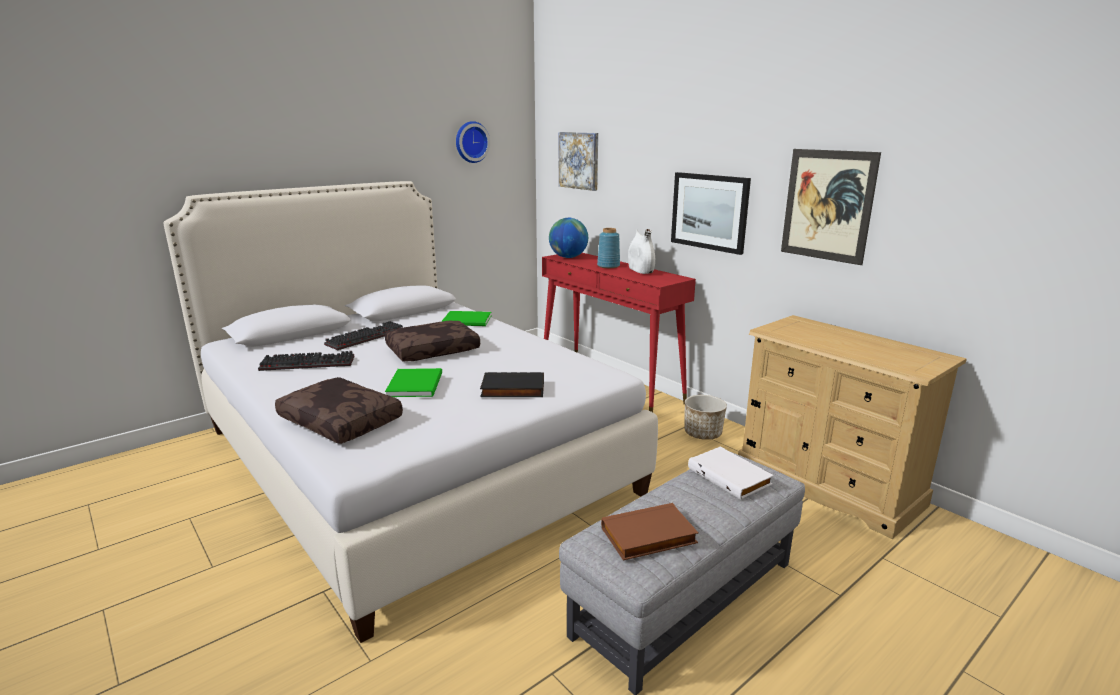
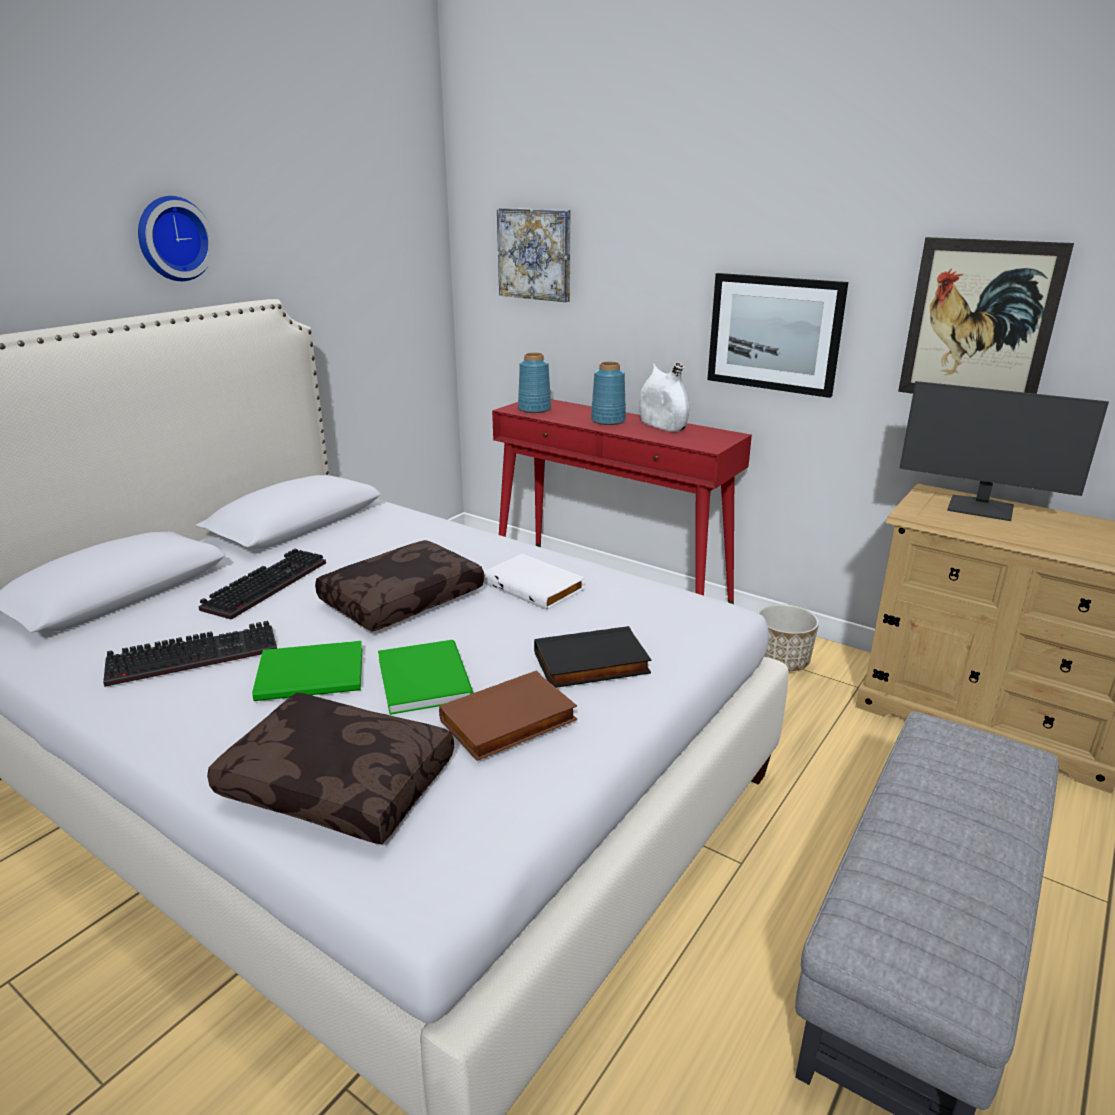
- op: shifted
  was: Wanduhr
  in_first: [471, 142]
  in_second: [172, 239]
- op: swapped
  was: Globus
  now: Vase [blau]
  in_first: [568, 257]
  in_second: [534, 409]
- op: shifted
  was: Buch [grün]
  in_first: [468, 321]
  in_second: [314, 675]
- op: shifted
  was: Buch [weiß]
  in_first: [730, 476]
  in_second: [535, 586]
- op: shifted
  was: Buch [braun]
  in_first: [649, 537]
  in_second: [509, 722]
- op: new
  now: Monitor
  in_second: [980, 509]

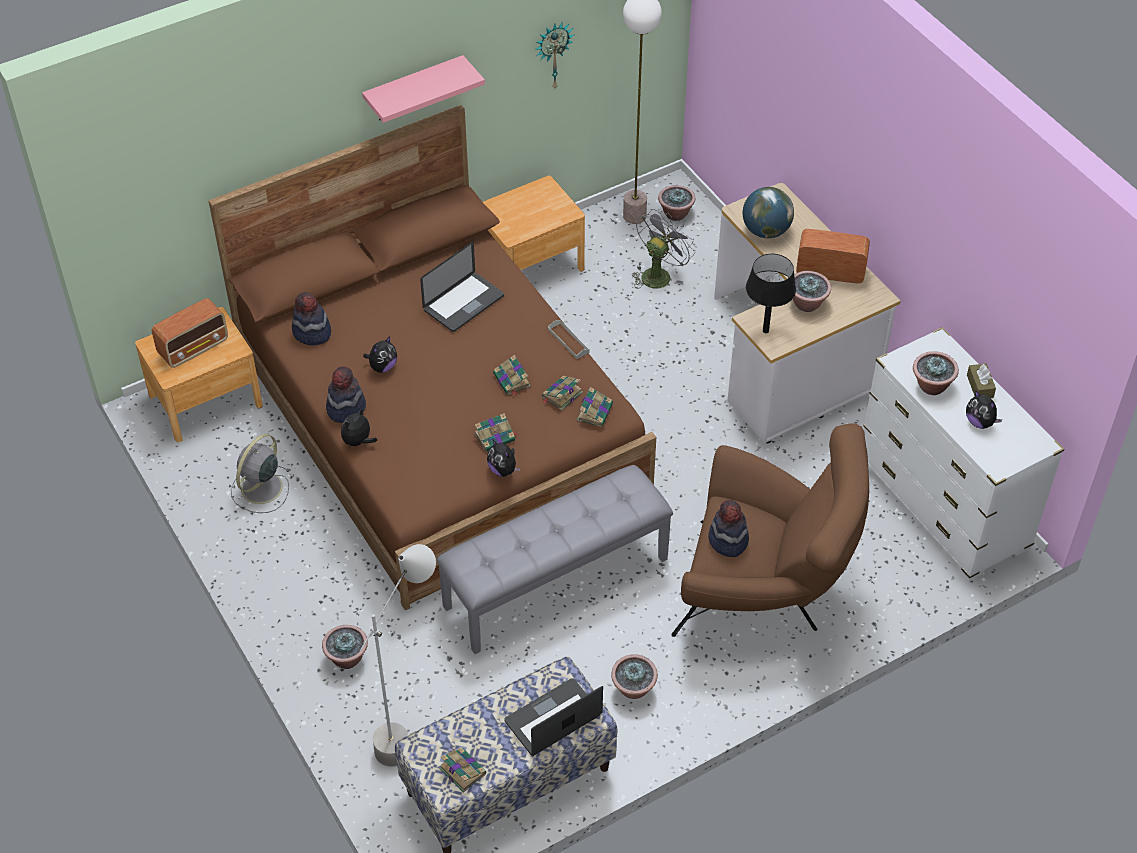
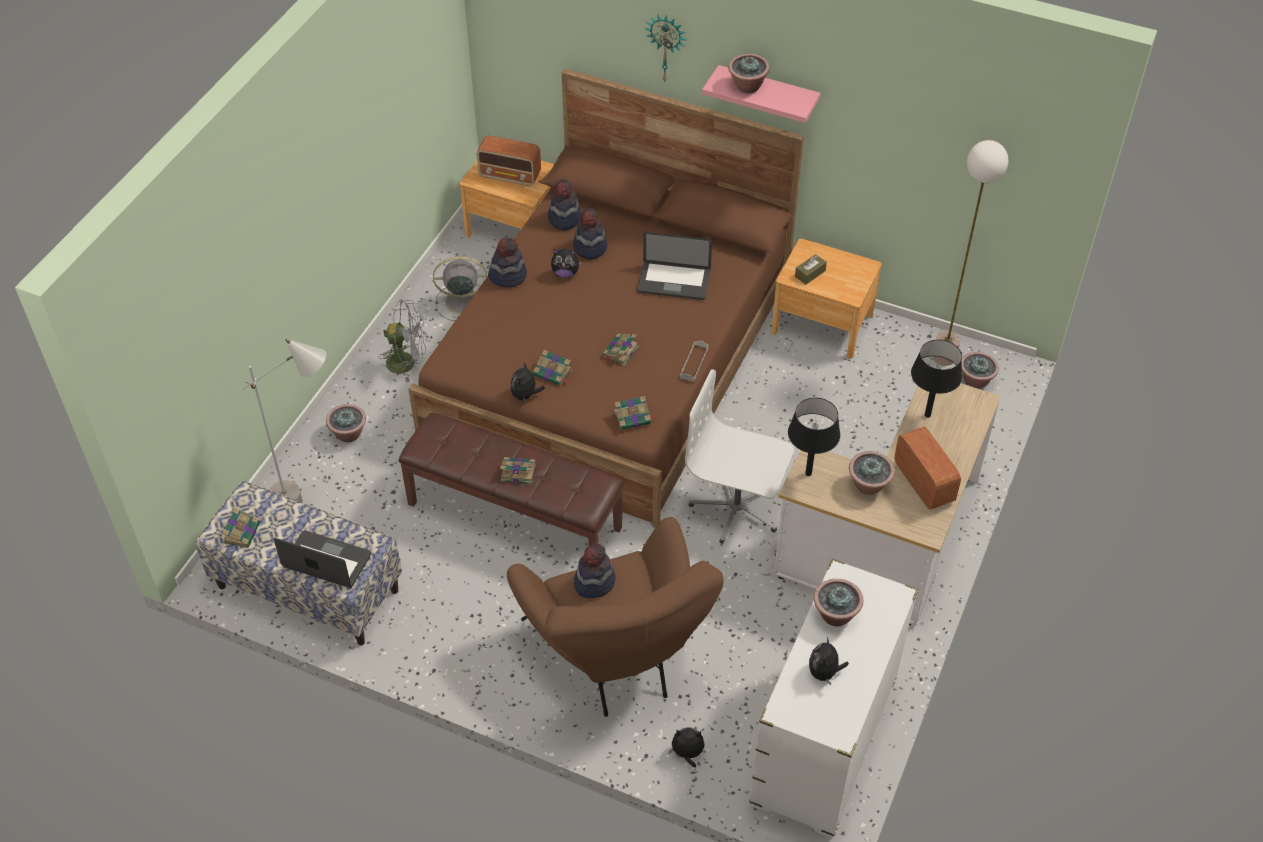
- op: shifted
  was: Wanduhr
  in_first: [553, 55]
  in_second: [666, 47]
- op: swapped
  was: Globus
  now: Tischlampe [schwarz]
  in_first: [765, 231]
  in_second: [927, 415]
- op: shifted
  was: Ventilator [grau]
  in_first: [658, 274]
  in_second: [407, 362]
- op: shifted
  was: Taschentuchbox [braun]
  in_first: [980, 386]
  in_second: [810, 273]
- op: shifted
  was: Buch
  in_first: [561, 395]
  in_second: [517, 472]
- op: shifted
  was: Plüschtier
  in_first: [358, 442]
  in_second: [687, 754]
- op: repainted
  was: Bank [grau]
  now: Bank [braun]
  in_first: [555, 581]
  in_second: [515, 515]
- op: shifted
  was: Topfpflanze
  in_first: [633, 689]
  in_second: [747, 87]
- op: new
  now: Hut
  in_second: [590, 247]
- op: new
  now: Bürostuhl [weiß]
  in_second: [736, 508]

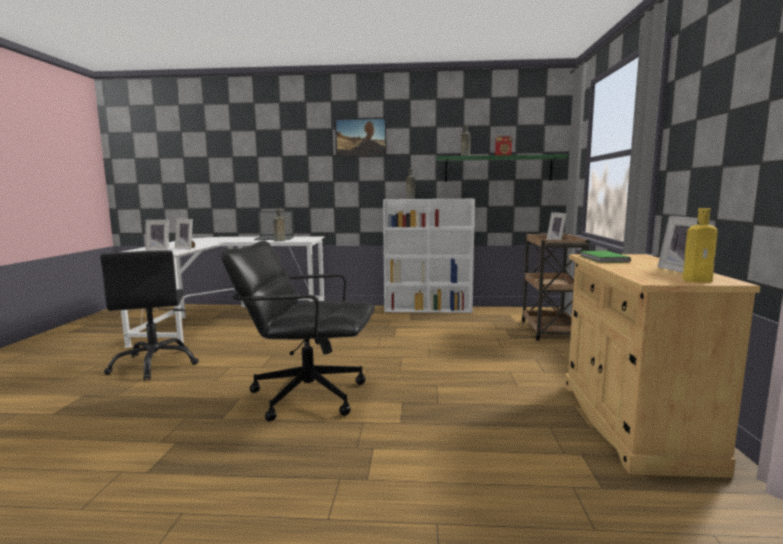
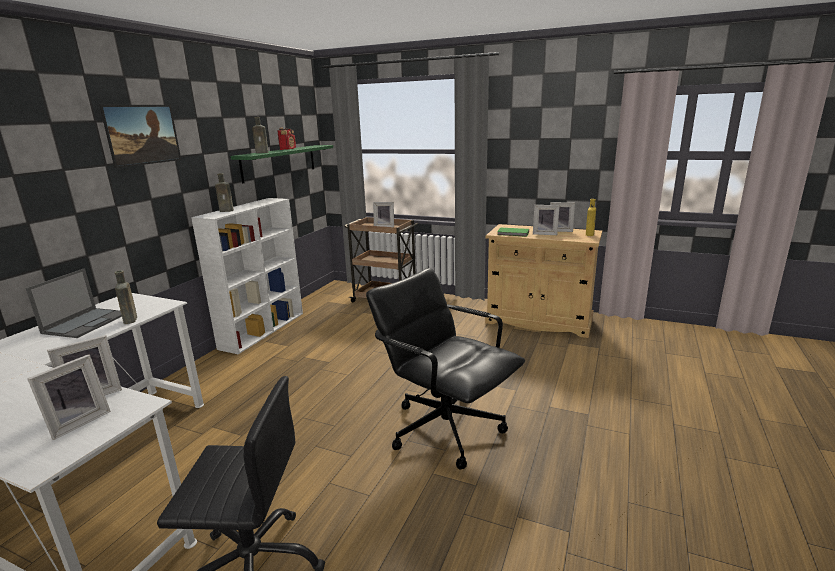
- op: rotated
  was: Bürostuhl [schwarz]
  in_first: [307, 394]
  in_second: [445, 428]
  clockwise: 105
- op: new
  now: Bilderrahmen
  in_second: [545, 233]

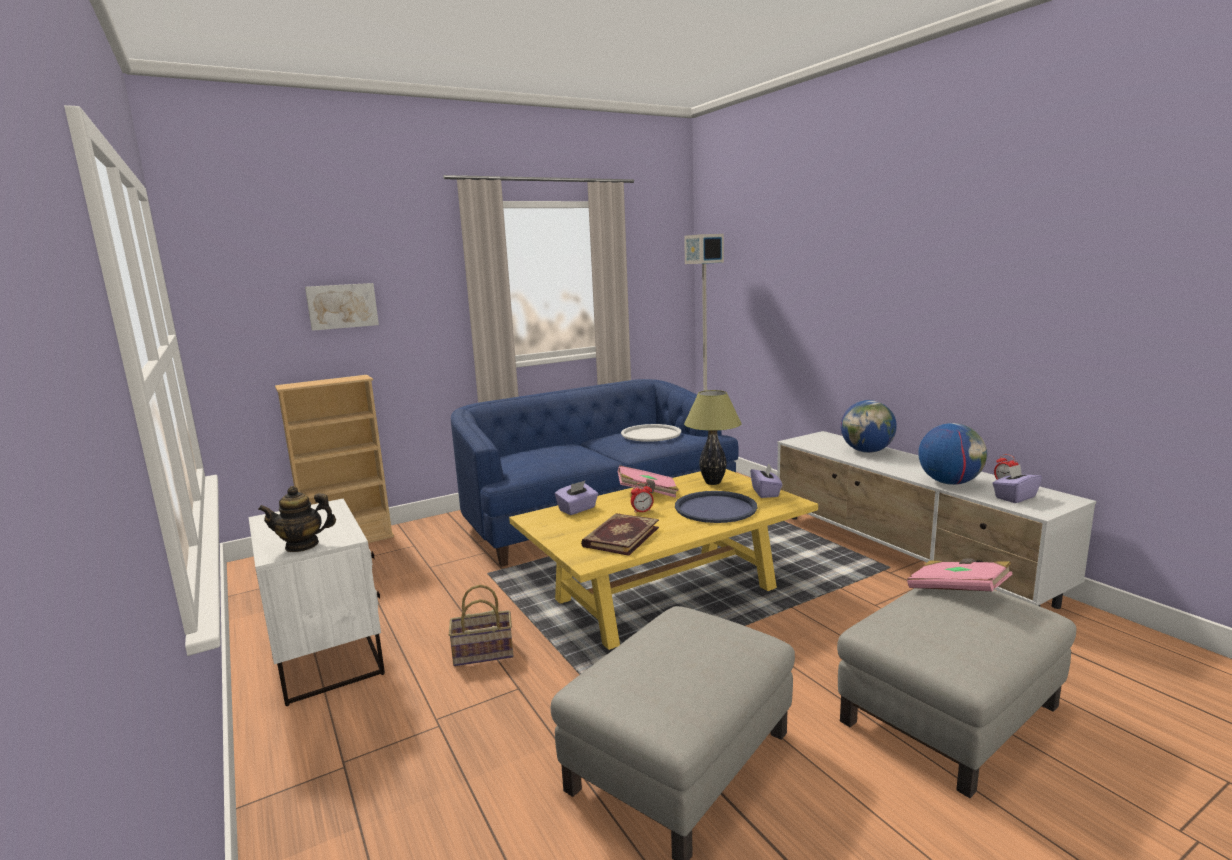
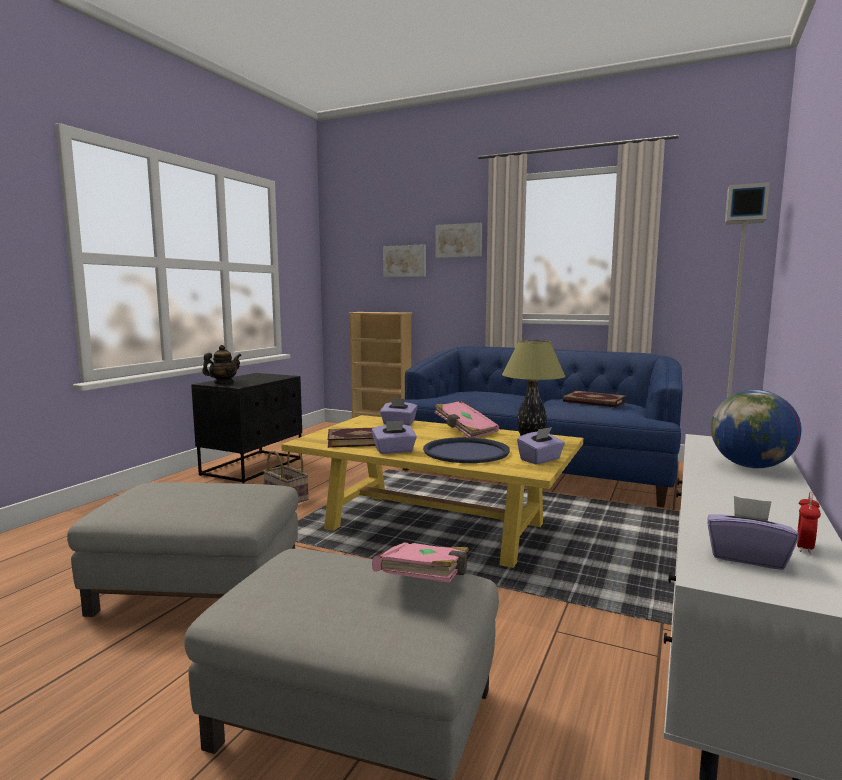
- op: gone
  was: Globus
  in_first: [949, 482]
- op: swapped
  was: Tablett [weiß]
  now: Buch
  in_first: [651, 434]
  in_second: [594, 402]
- op: gone
  was: Wecker
  in_first: [642, 511]
- op: rotated
  was: Teekanne
  in_first: [302, 545]
  in_second: [223, 383]
  clockwise: 90
- op: repainted
  was: Nachttisch [weiß]
  now: Nachttisch [schwarz]
  in_first: [328, 654]
  in_second: [254, 467]
- op: new
  now: Bild
  in_second: [459, 240]
- op: new
  now: Taschentuchbox [lila]
  in_second: [394, 451]

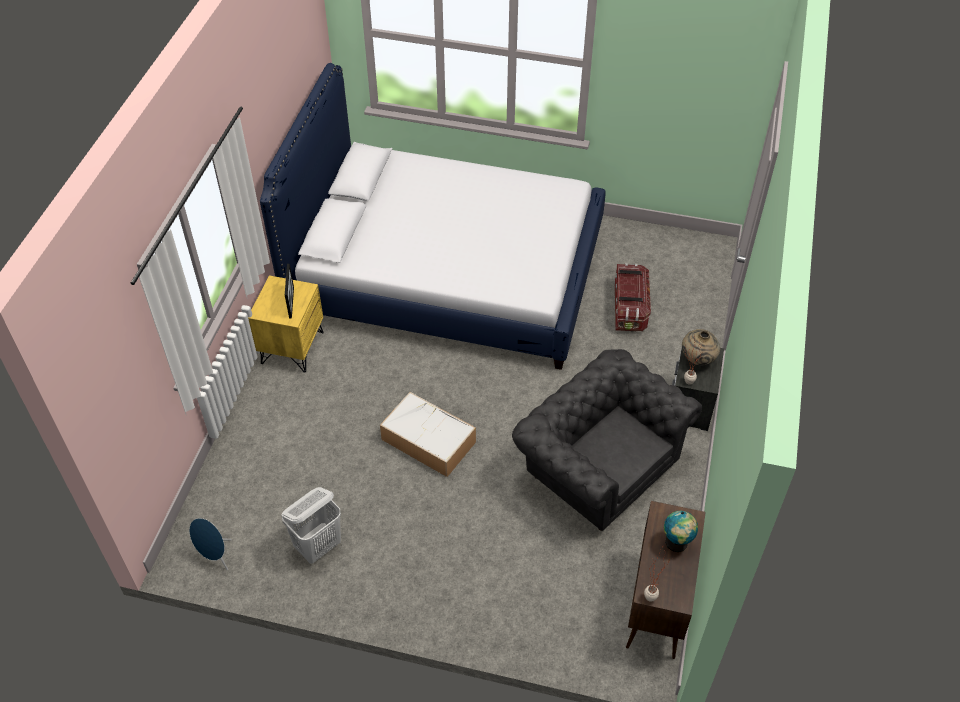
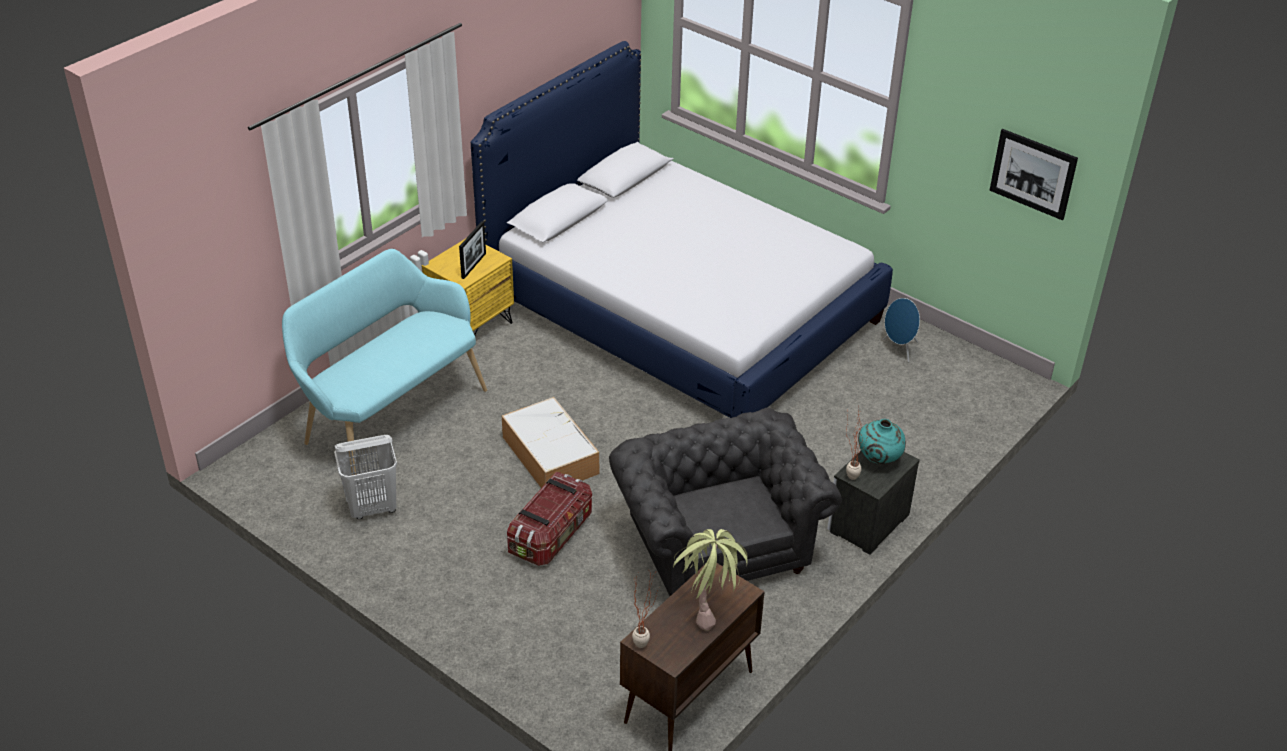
- op: shifted
  was: Aufbewahrungsbox
  in_first: [629, 308]
  in_second: [552, 534]
- op: repainted
  was: Vase [beige]
  now: Vase [türkis]
  in_first: [697, 360]
  in_second: [879, 460]
- op: swapped
  was: Globus
  now: Topfpflanze
  in_first: [676, 544]
  in_second: [708, 608]
- op: shifted
  was: Lautsprecher [blau]
  in_first: [215, 556]
  in_second: [899, 349]
- op: new
  now: Bild
  in_second: [1033, 174]
- op: new
  now: Bank [türkis]
  in_second: [389, 415]

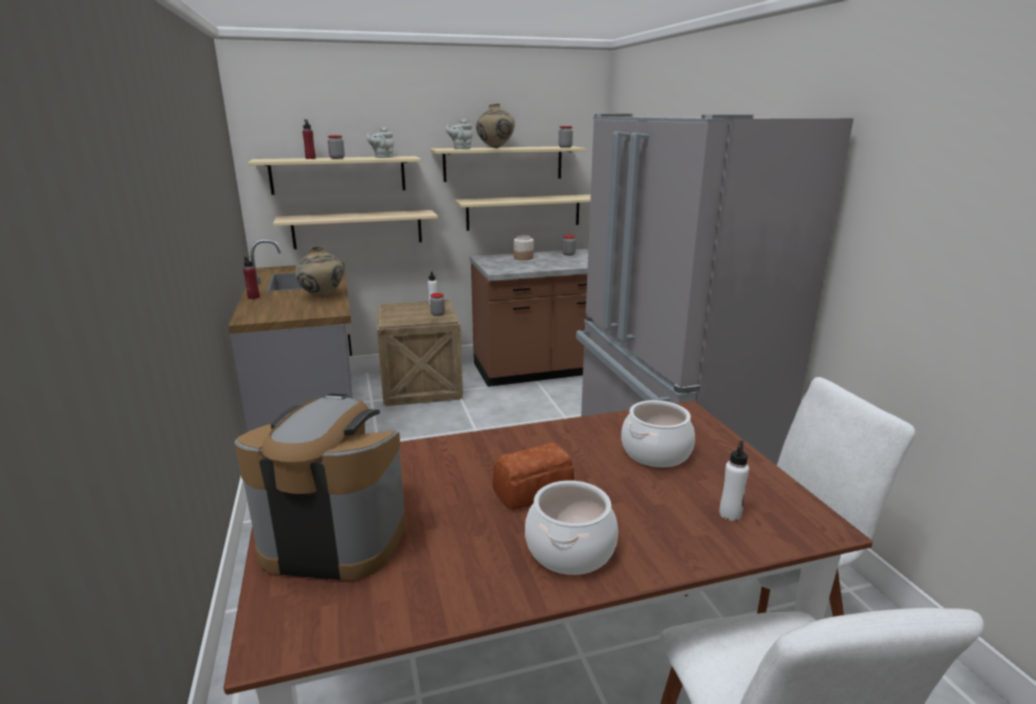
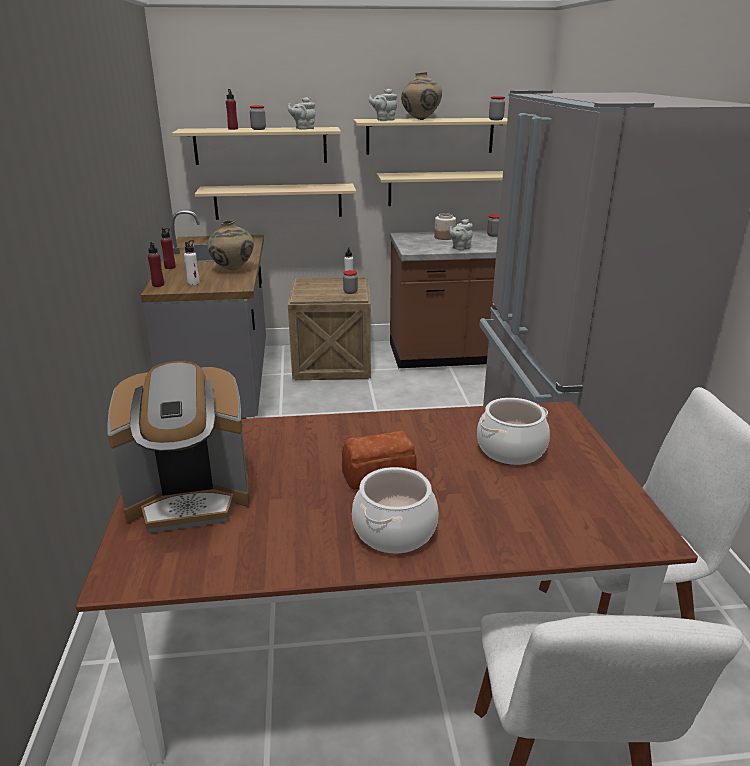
- op: rotated
  was: Kaffeemaschine
  in_first: [334, 539]
  in_second: [190, 498]
  clockwise: 150
- op: shifted
  was: Flasche [weiß]
  in_first: [730, 514]
  in_second: [193, 283]
- op: new
  now: Teekanne [grau]
  in_second: [460, 248]
- op: new
  now: Flasche [rot]
  in_second: [158, 285]

